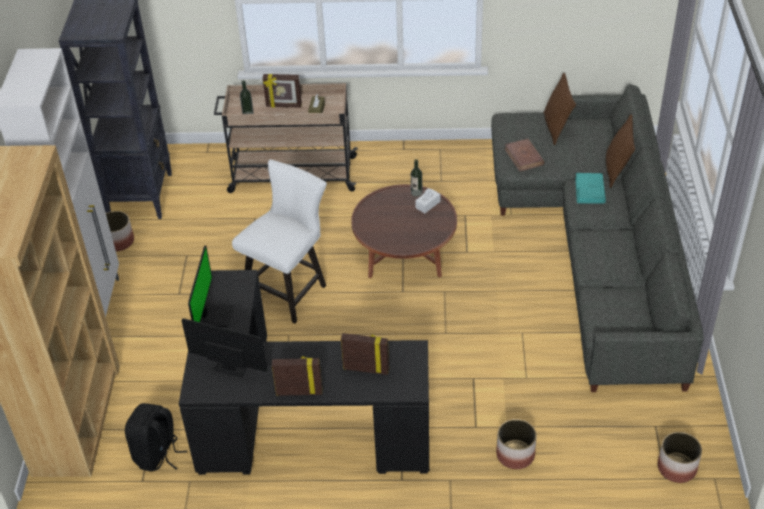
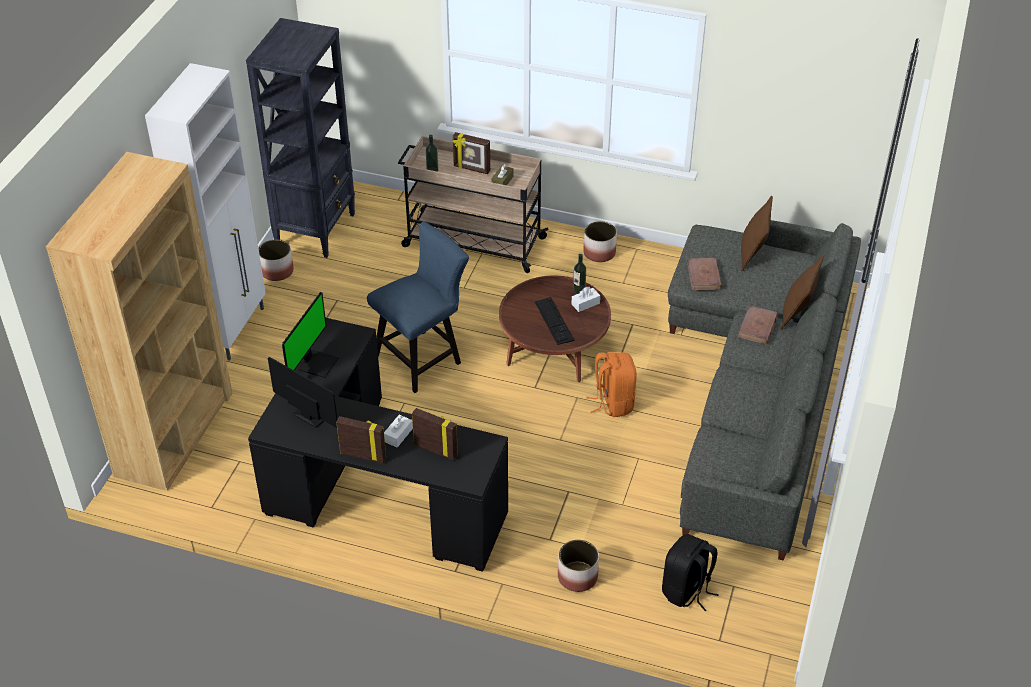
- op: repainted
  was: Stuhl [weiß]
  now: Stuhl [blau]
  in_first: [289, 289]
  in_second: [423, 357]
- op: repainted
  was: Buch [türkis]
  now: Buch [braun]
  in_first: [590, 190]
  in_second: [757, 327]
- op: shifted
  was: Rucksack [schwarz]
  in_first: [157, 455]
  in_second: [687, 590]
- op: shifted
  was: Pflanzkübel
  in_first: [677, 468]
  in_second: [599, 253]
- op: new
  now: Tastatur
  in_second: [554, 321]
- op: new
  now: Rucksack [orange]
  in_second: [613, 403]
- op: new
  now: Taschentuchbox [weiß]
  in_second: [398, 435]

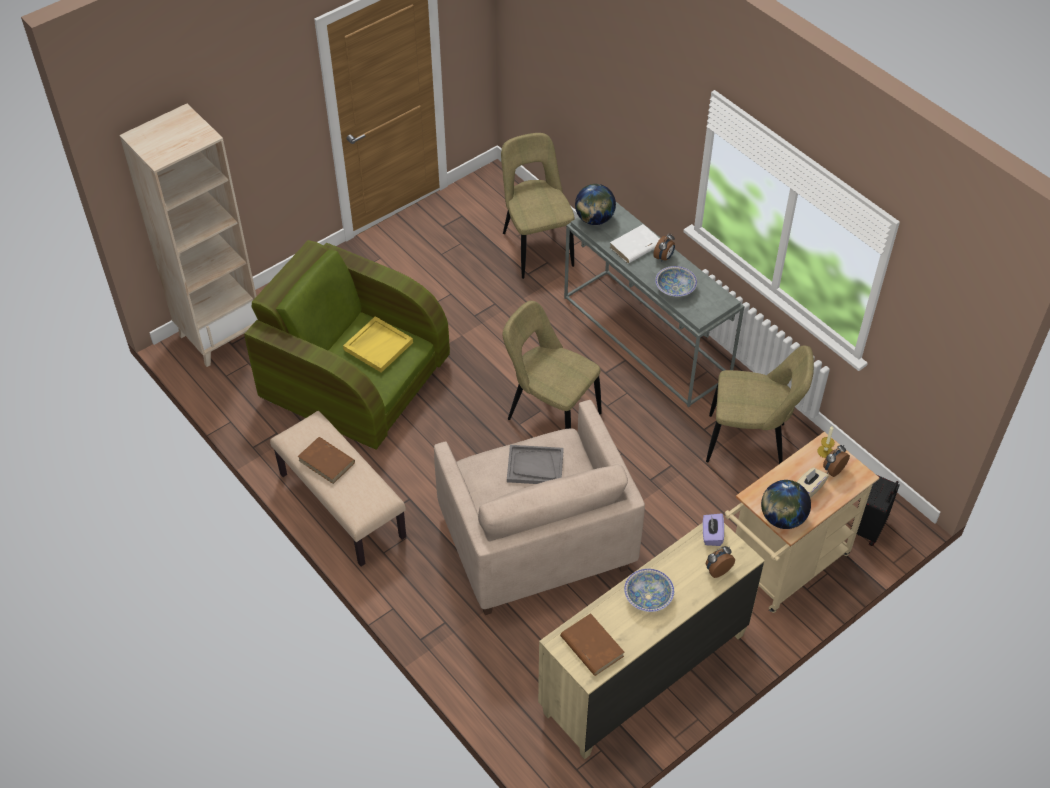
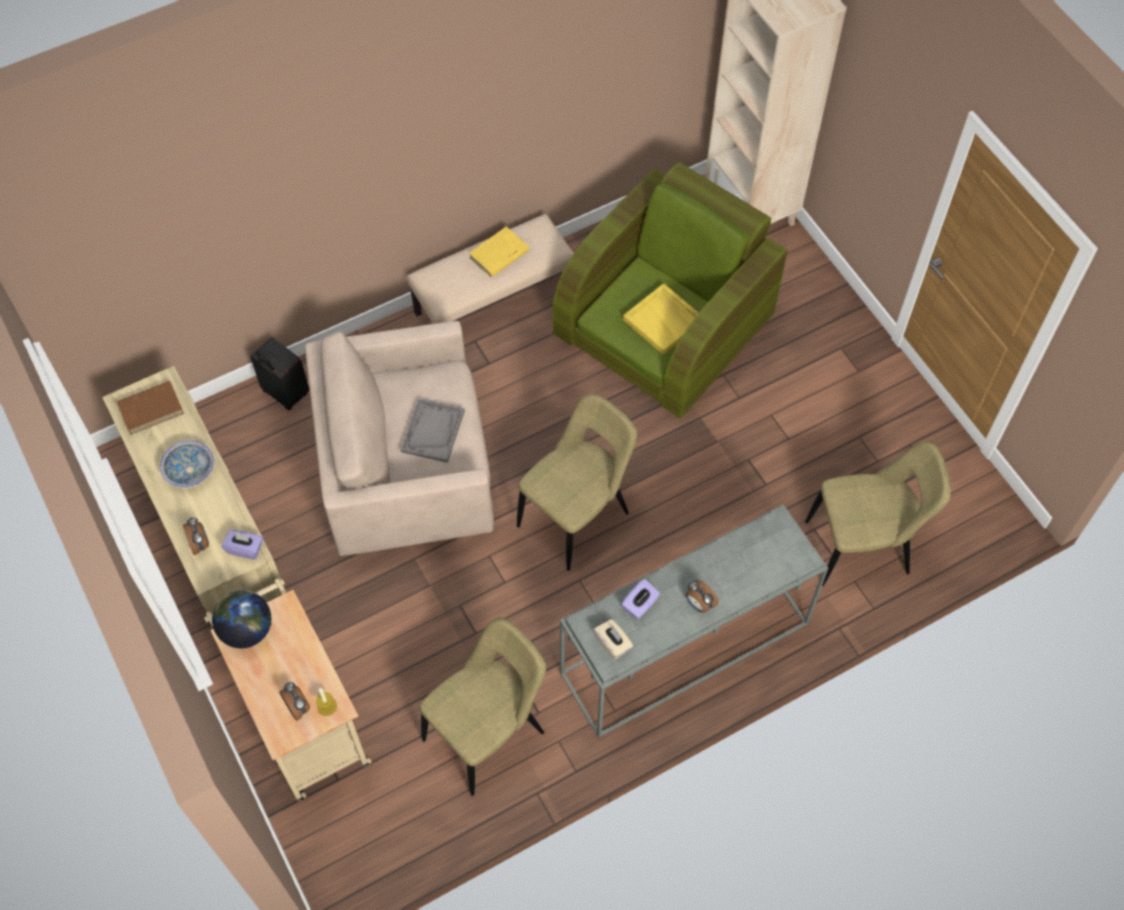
- op: gone
  was: Globus
  in_first: [594, 219]
- op: gone
  was: Buch [weiß]
  in_first: [635, 246]
- op: swapped
  was: Schüssel
  now: Taschentuchbox [lila]
  in_first: [675, 288]
  in_second: [640, 605]
- op: rotated
  was: Stuhl [beige]
  in_first: [750, 443]
  in_second: [488, 733]
  clockwise: -150
- op: repainted
  was: Buch [braun]
  now: Buch [gelb]
  in_first: [327, 462]
  in_second: [498, 255]
- op: shifted
  was: Taschentuchbox [beige]
  in_first: [809, 488]
  in_second: [613, 644]
- op: shifted
  was: Koffer [schwarz]
  in_first: [869, 529]
  in_second: [284, 394]

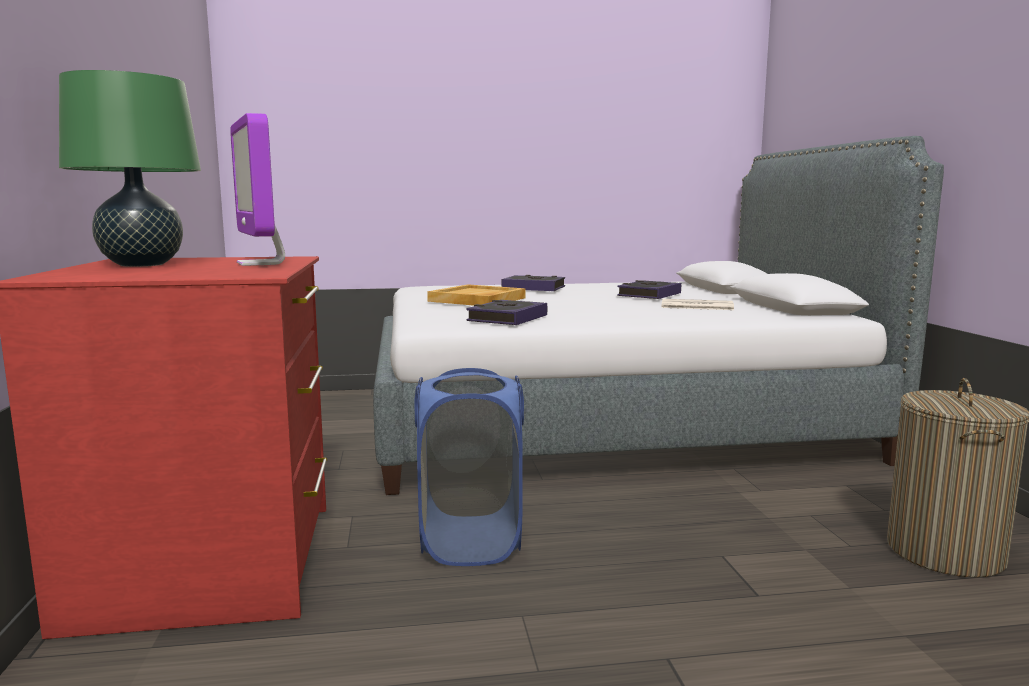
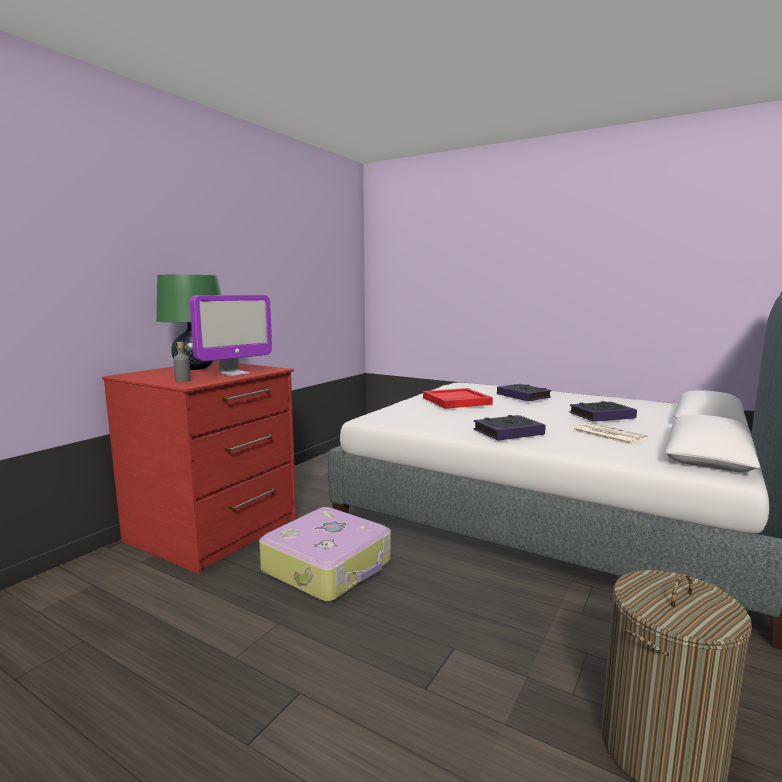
- op: rotated
  was: Monitor
  in_first: [261, 263]
  in_second: [234, 373]
  clockwise: -150
- op: repainted
  was: Tablett [beige]
  now: Tablett [rot]
  in_first: [477, 300]
  in_second: [456, 401]
- op: shifted
  was: Buch
  in_first: [507, 318]
  in_second: [508, 432]
- op: swapped
  was: Wäschekorb [blau]
  now: Koffer
  in_first: [470, 541]
  in_second: [329, 566]
- op: new
  now: Flasche [grau]
  in_second: [182, 380]

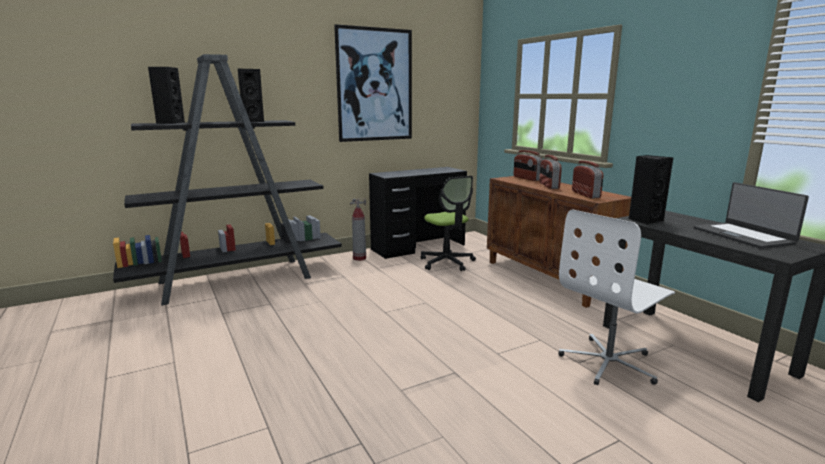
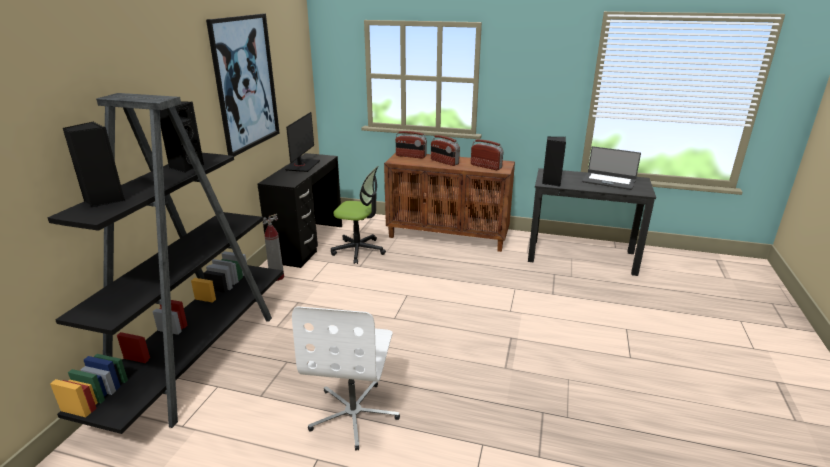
- op: shifted
  was: Bürostuhl [weiß]
  in_first: [609, 363]
  in_second: [354, 414]
- op: new
  now: Monitor
  in_second: [302, 165]

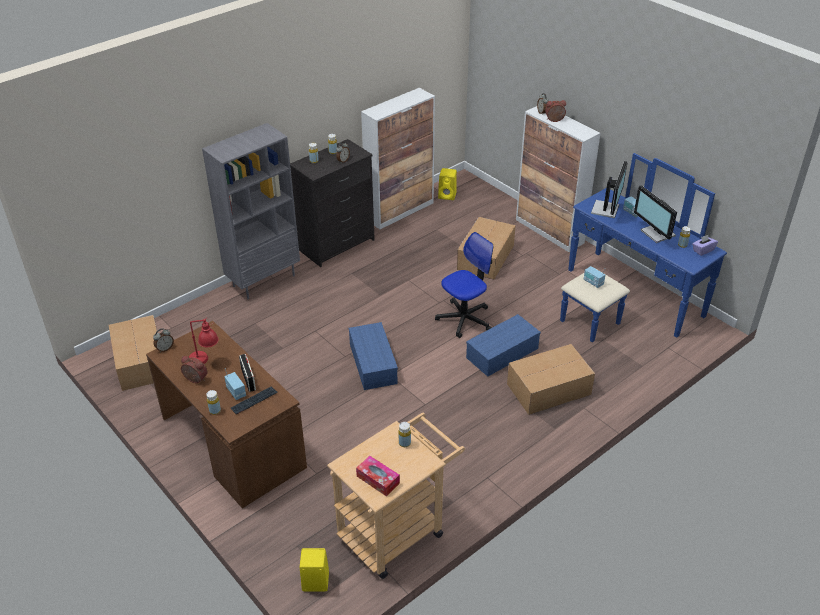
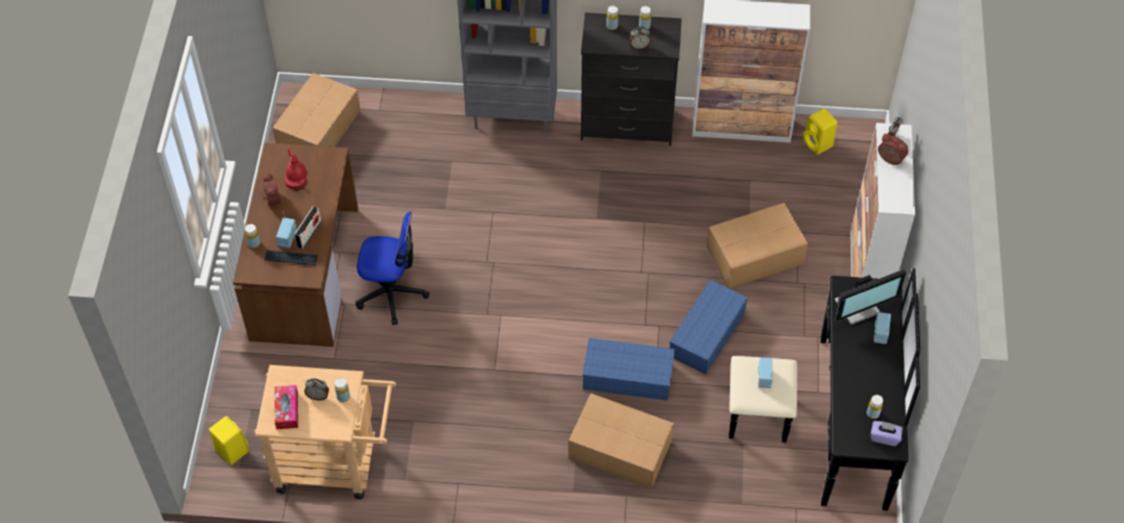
- op: repainted
  was: Kommode [blau]
  now: Kommode [schwarz]
  in_first: [625, 299]
  in_second: [830, 421]
- op: gone
  was: Monitor
  in_first: [657, 233]
- op: shifted
  was: Bürostuhl
  in_first: [464, 319]
  in_second: [391, 293]
- op: shifted
  was: Aufbewahrungsbox [blau]
  in_first: [372, 363]
  in_second: [706, 333]
- op: shifted
  was: Wecker
  in_first: [165, 348]
  in_second: [318, 396]

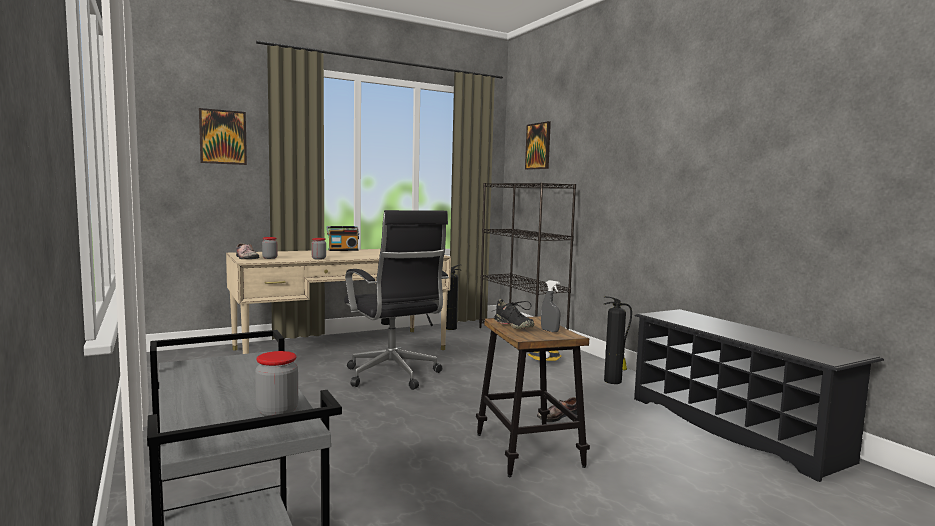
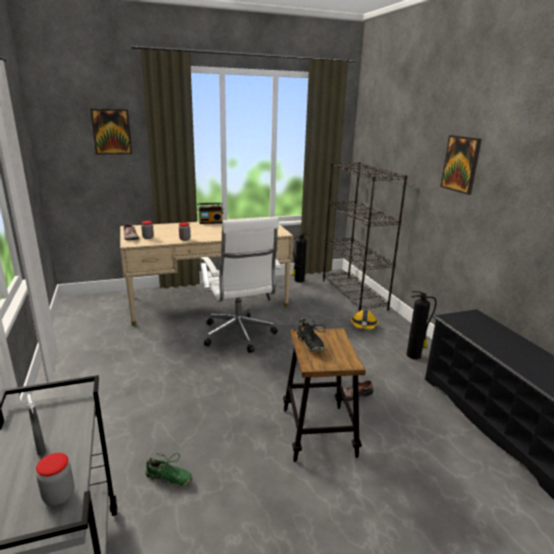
- op: shifted
  was: Bild
  in_first: [538, 146]
  in_second: [461, 164]
- op: repainted
  was: Bürostuhl [schwarz]
  now: Bürostuhl [weiß]
  in_first: [394, 376]
  in_second: [239, 336]
- op: shifted
  was: Sprühflasche [grau]
  in_first: [549, 331]
  in_second: [41, 449]
- op: new
  now: Schuh [grün]
  in_second: [169, 478]

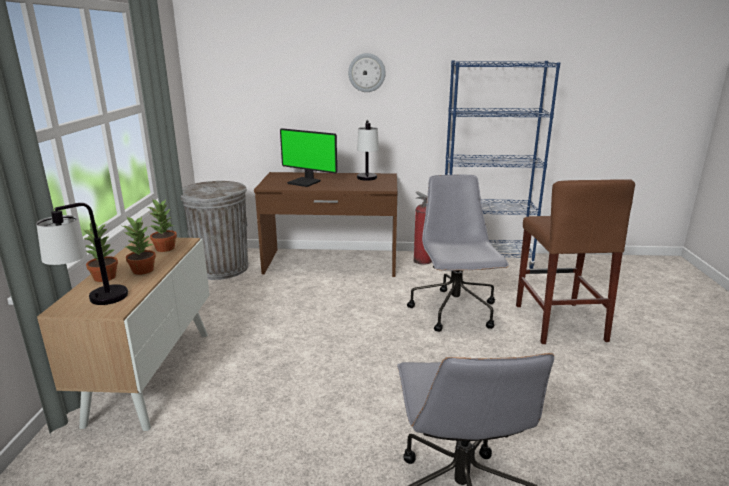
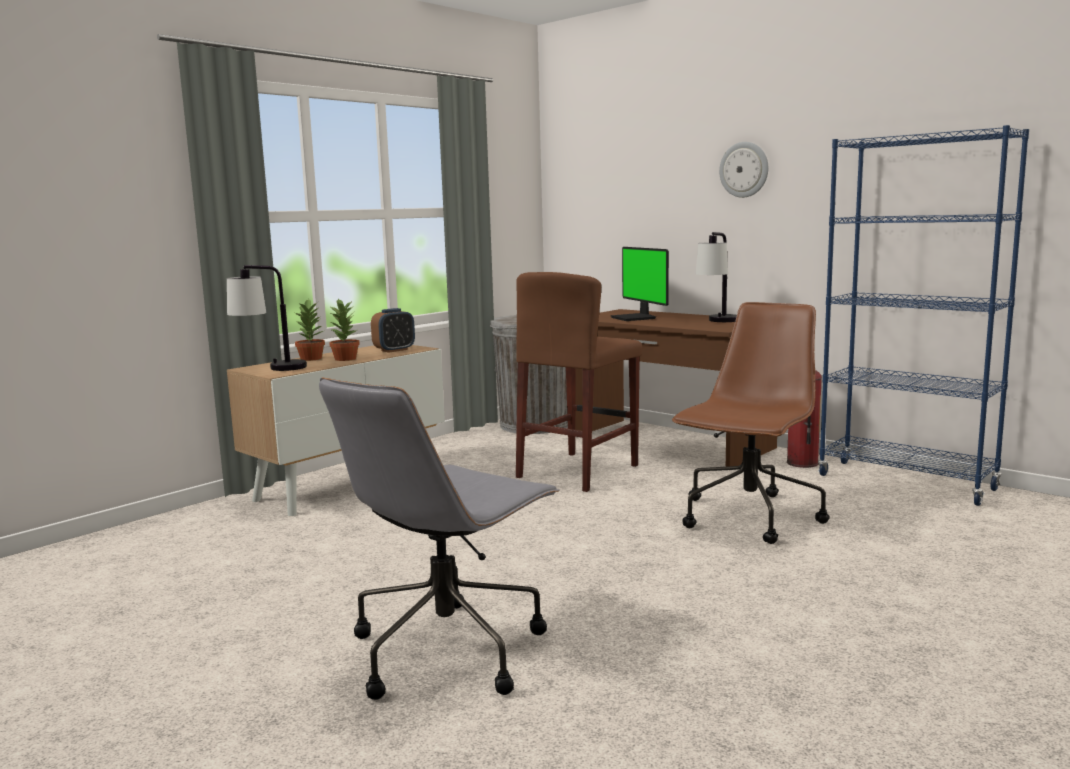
- op: repainted
  was: Bürostuhl [grau]
  now: Bürostuhl [braun]
  in_first: [455, 312]
  in_second: [749, 518]
- op: shifted
  was: Hocker [braun]
  in_first: [559, 322]
  in_second: [578, 471]
- op: swapped
  was: Topfpflanze
  now: Wecker
  in_first: [165, 248]
  in_second: [394, 350]

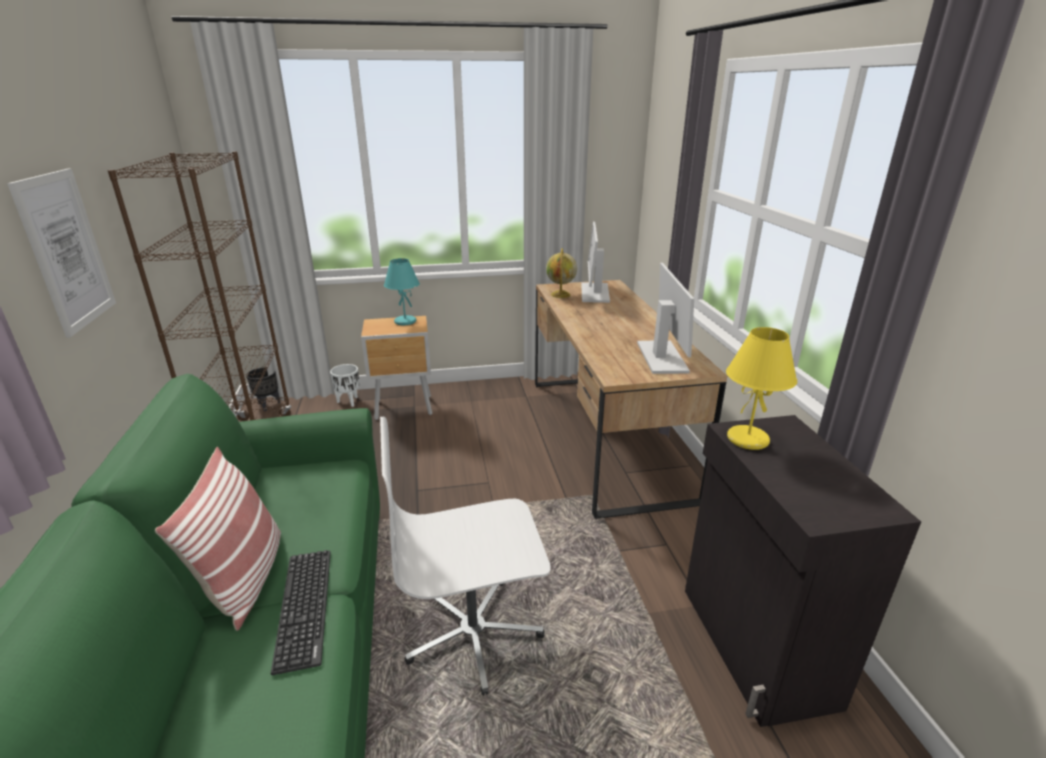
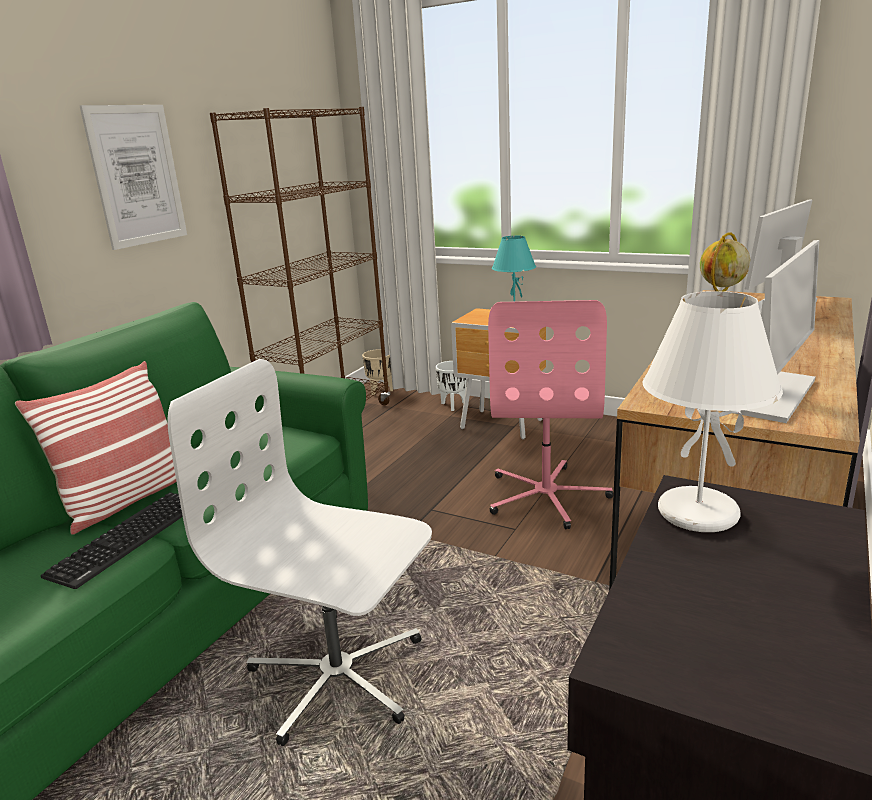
- op: repainted
  was: Tischlampe [gelb]
  now: Tischlampe [weiß]
  in_first: [747, 440]
  in_second: [696, 513]
- op: repainted
  was: Pflanzkübel [schwarz]
  now: Pflanzkübel [beige]
  in_first: [268, 405]
  in_second: [380, 391]
- op: new
  now: Bürostuhl [rosa]
  in_second: [547, 495]

